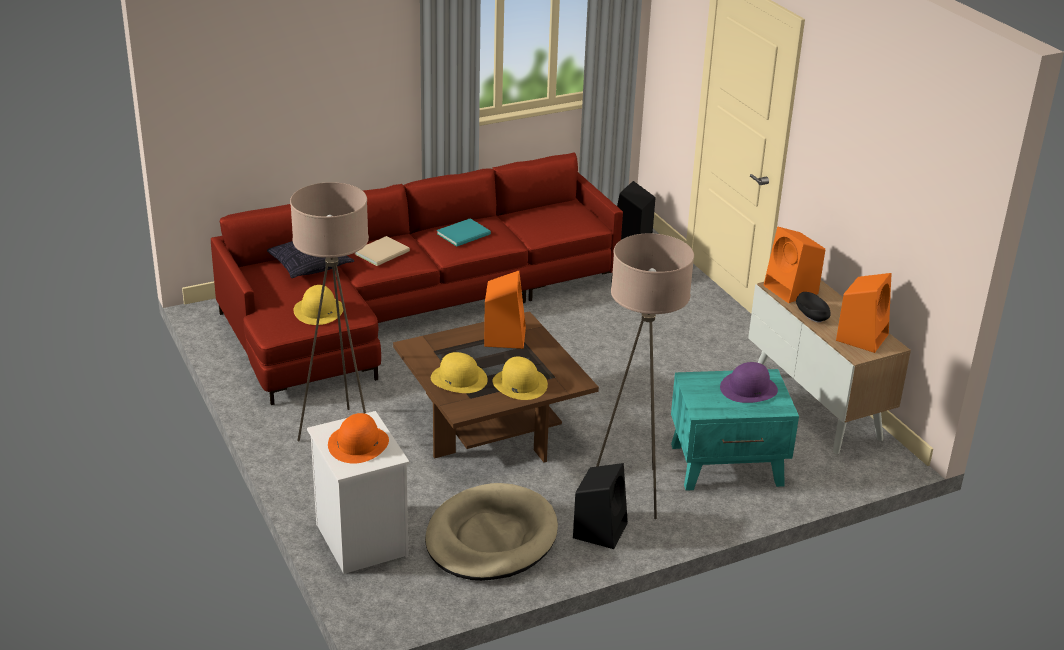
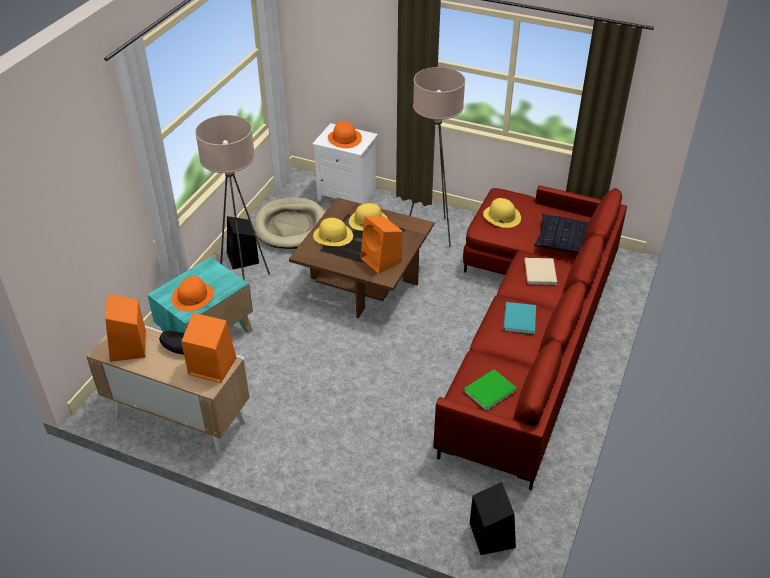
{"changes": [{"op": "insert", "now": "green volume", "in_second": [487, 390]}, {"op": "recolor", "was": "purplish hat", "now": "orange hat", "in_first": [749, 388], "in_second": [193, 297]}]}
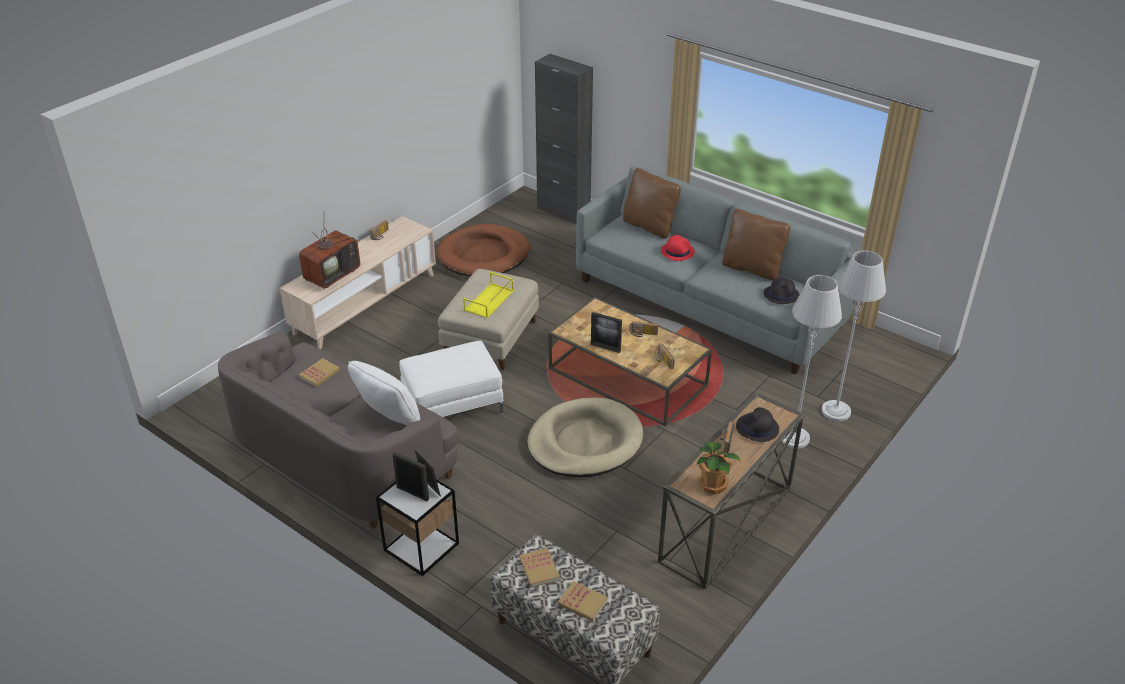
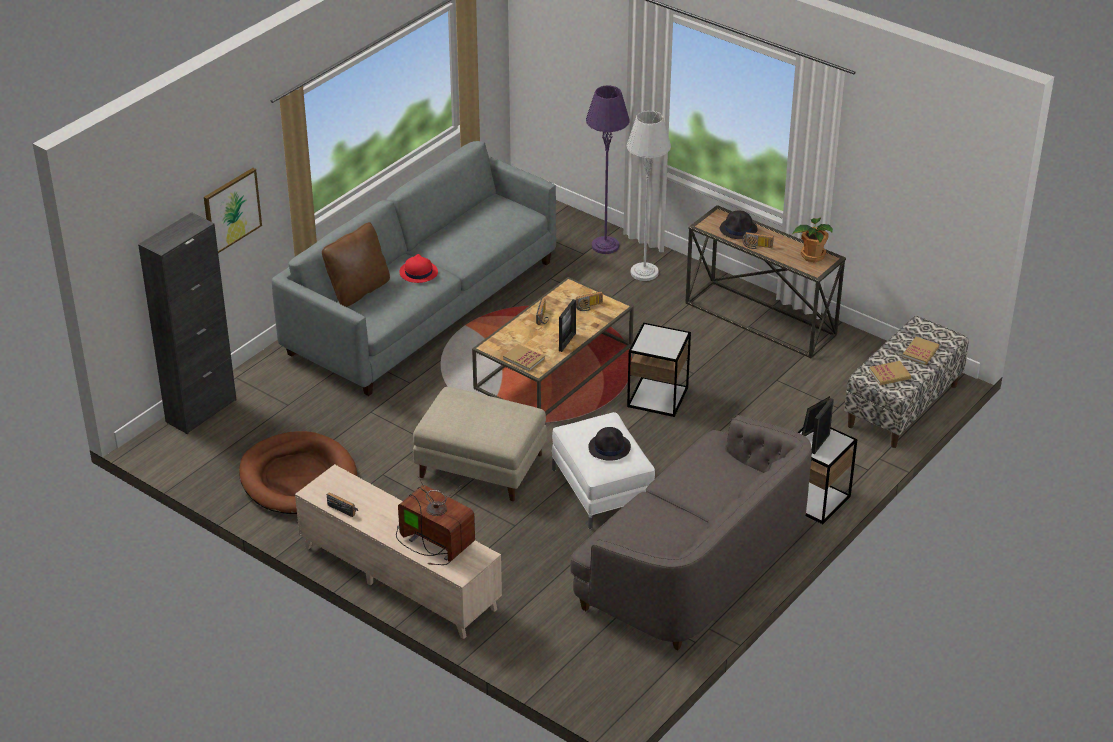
{"changes": [{"op": "delete", "was": "whitish pillow", "in_first": [388, 419]}, {"op": "delete", "was": "yellow-coloured tray", "in_first": [489, 301]}, {"op": "delete", "was": "brown pillow", "in_first": [752, 268]}, {"op": "insert", "now": "picture", "in_second": [231, 210]}, {"op": "move", "was": "volume", "in_first": [319, 374], "in_second": [524, 359]}, {"op": "move", "was": "black-coloured hat", "in_first": [781, 295], "in_second": [609, 447]}, {"op": "replace", "was": "beige pet bed", "now": "side table", "in_first": [585, 442], "in_second": [657, 397]}, {"op": "recolor", "was": "gray standard lamp", "now": "purplish standard lamp", "in_first": [836, 411], "in_second": [605, 246]}]}
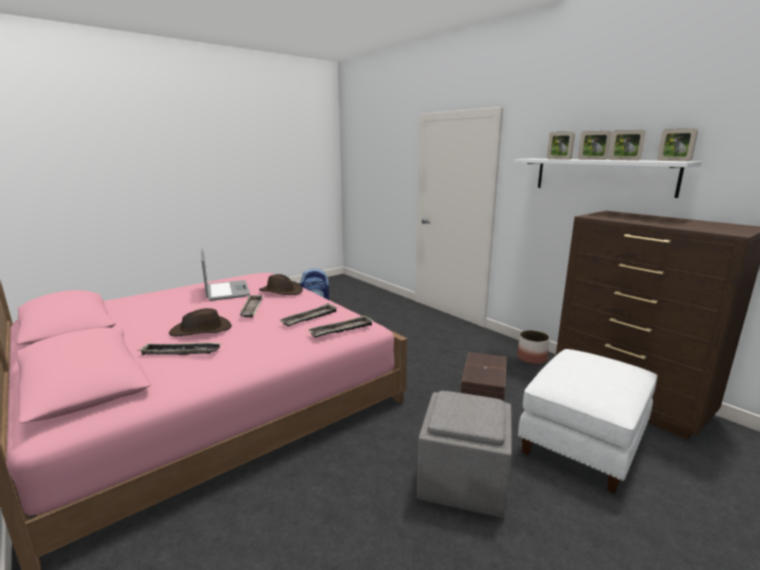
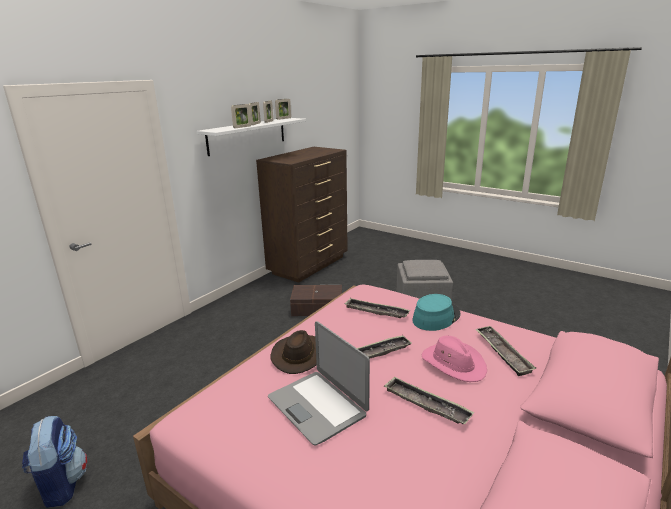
{"changes": [{"op": "delete", "was": "flower pot", "in_first": [532, 358]}, {"op": "delete", "was": "whitish footrest", "in_first": [584, 443]}, {"op": "insert", "now": "turquoise-coloured hat", "in_second": [436, 317]}, {"op": "move", "was": "tray", "in_first": [341, 330], "in_second": [426, 404]}, {"op": "recolor", "was": "brown hat", "now": "pinkish hat", "in_first": [201, 330], "in_second": [453, 363]}, {"op": "rotate", "was": "notebook computer", "in_first": [226, 291], "in_second": [318, 406], "clockwise": -90}]}
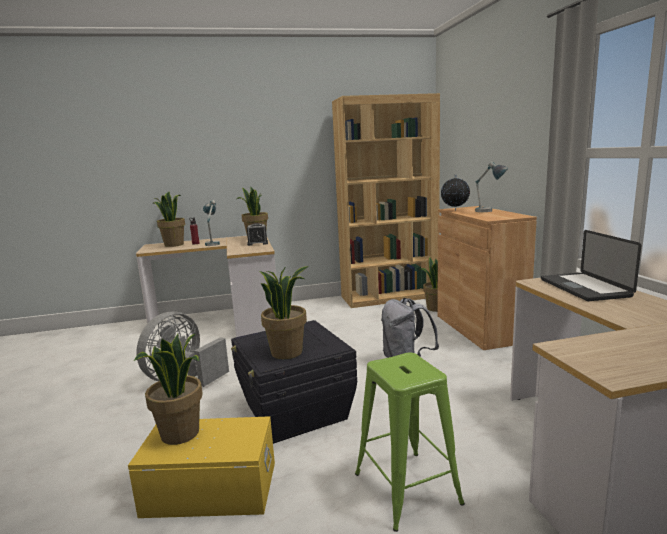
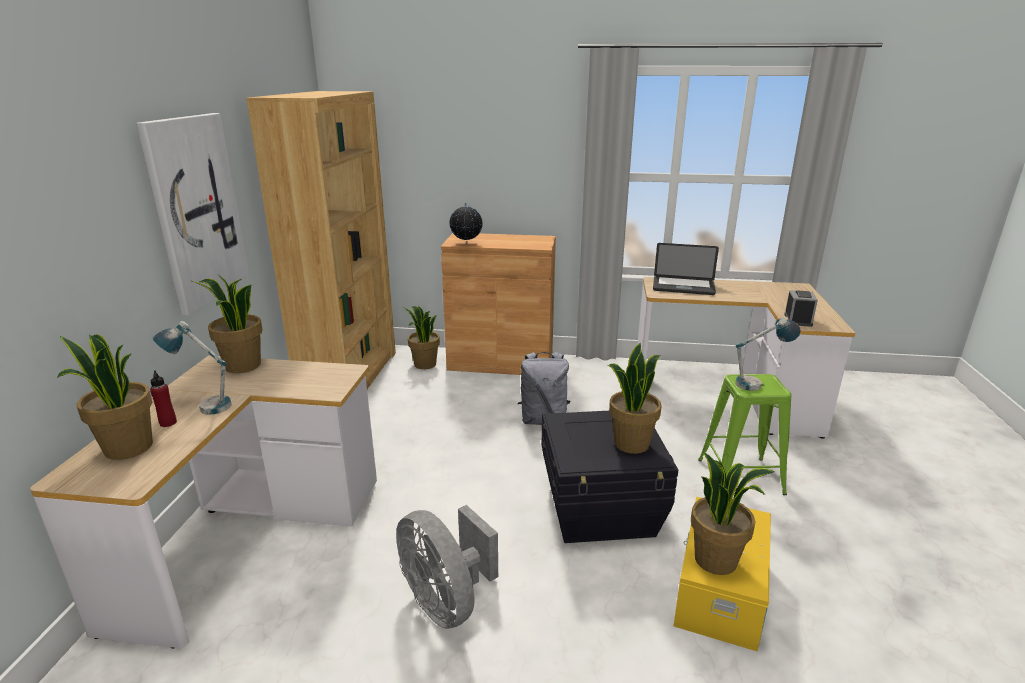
{"changes": [{"op": "insert", "now": "picture", "in_second": [196, 211]}, {"op": "move", "was": "alarm clock", "in_first": [257, 243], "in_second": [798, 320]}, {"op": "move", "was": "table lamp", "in_first": [489, 211], "in_second": [758, 384]}]}
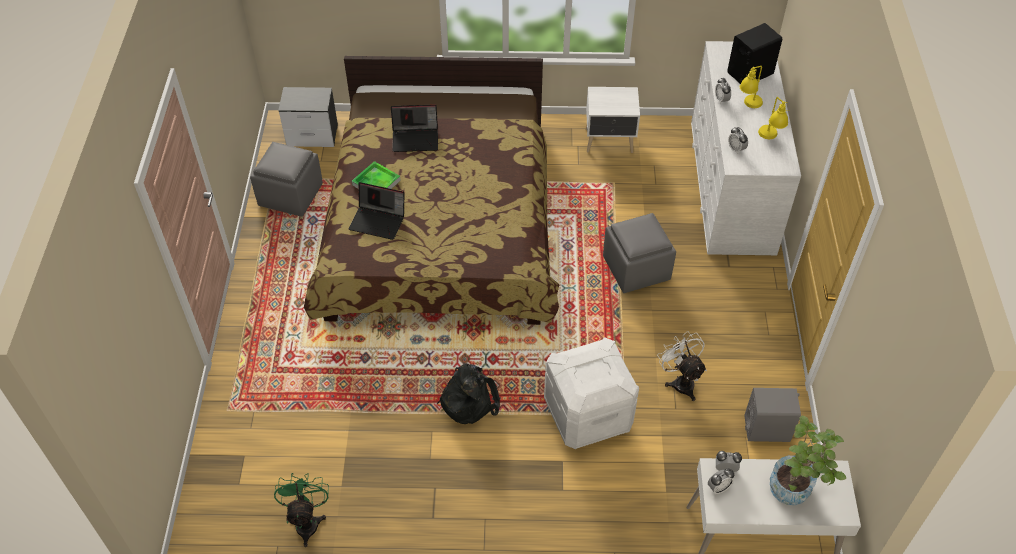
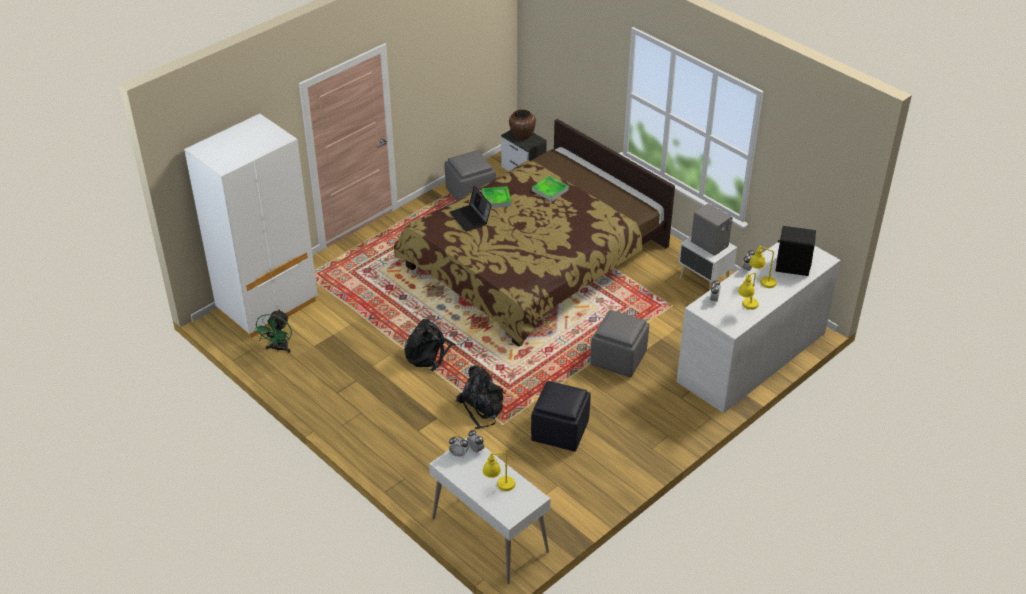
{"changes": [{"op": "insert", "now": "whitish armoire", "in_second": [267, 306]}, {"op": "insert", "now": "brown decorative vase", "in_second": [522, 135]}, {"op": "move", "was": "gray audio speaker", "in_first": [767, 428], "in_second": [709, 244]}, {"op": "replace", "was": "notebook computer", "now": "tray", "in_first": [416, 138], "in_second": [550, 190]}, {"op": "replace", "was": "whitish storage box", "now": "black-coloured rucksack", "in_first": [587, 414], "in_second": [482, 407]}, {"op": "replace", "was": "whitish electric fan", "now": "black-coloured footrest", "in_first": [680, 381], "in_second": [559, 431]}, {"op": "replace", "was": "potted plant", "now": "yellow-coloured table lamp", "in_first": [796, 490], "in_second": [499, 487]}, {"op": "rotate", "was": "green electric fan", "in_first": [307, 521], "in_second": [278, 349], "clockwise": 150}]}
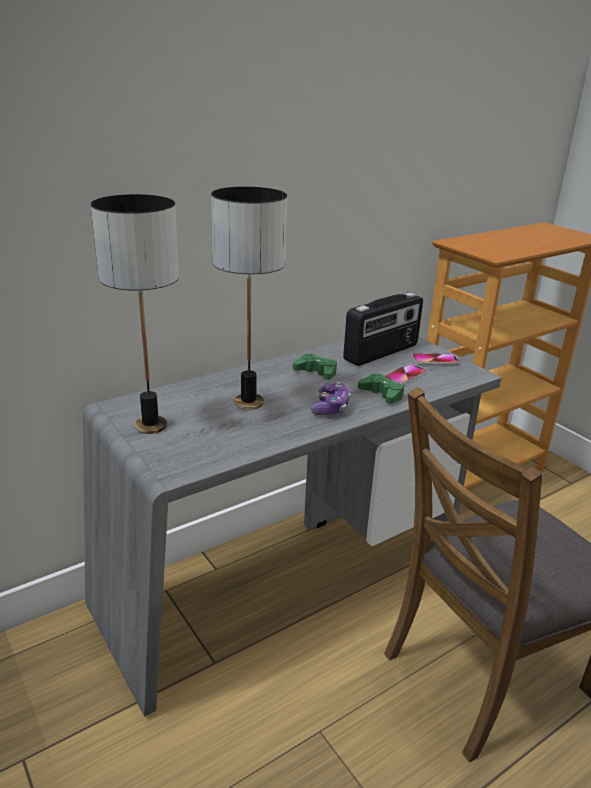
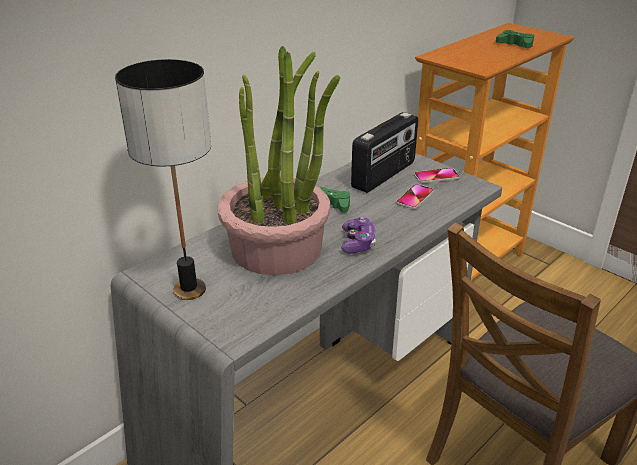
{"changes": [{"op": "move", "was": "green gamepad", "in_first": [382, 394], "in_second": [515, 44]}, {"op": "replace", "was": "table lamp", "now": "potted plant", "in_first": [249, 402], "in_second": [277, 248]}]}
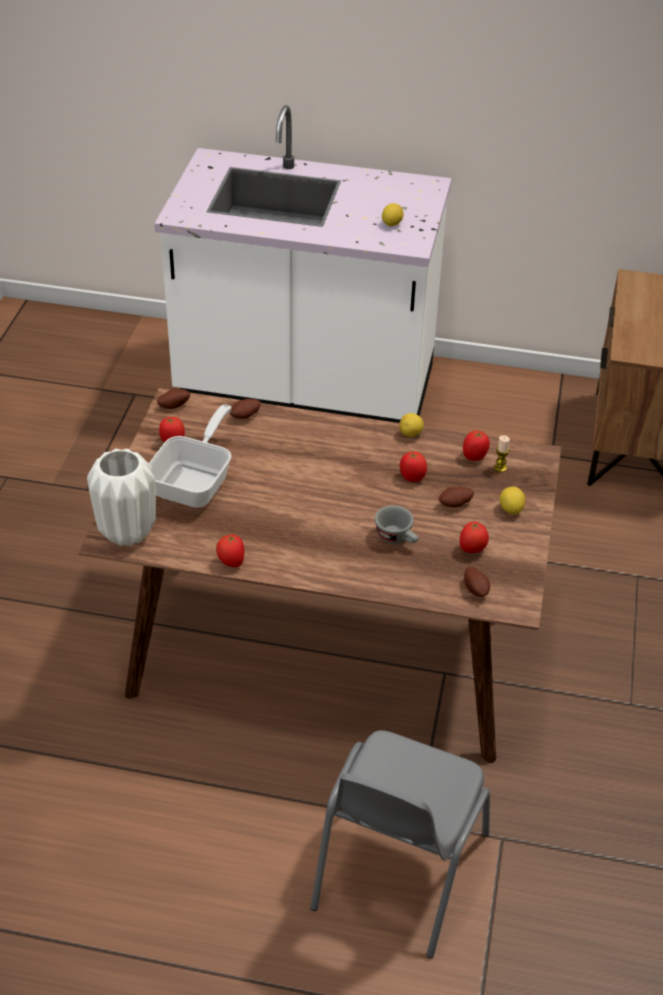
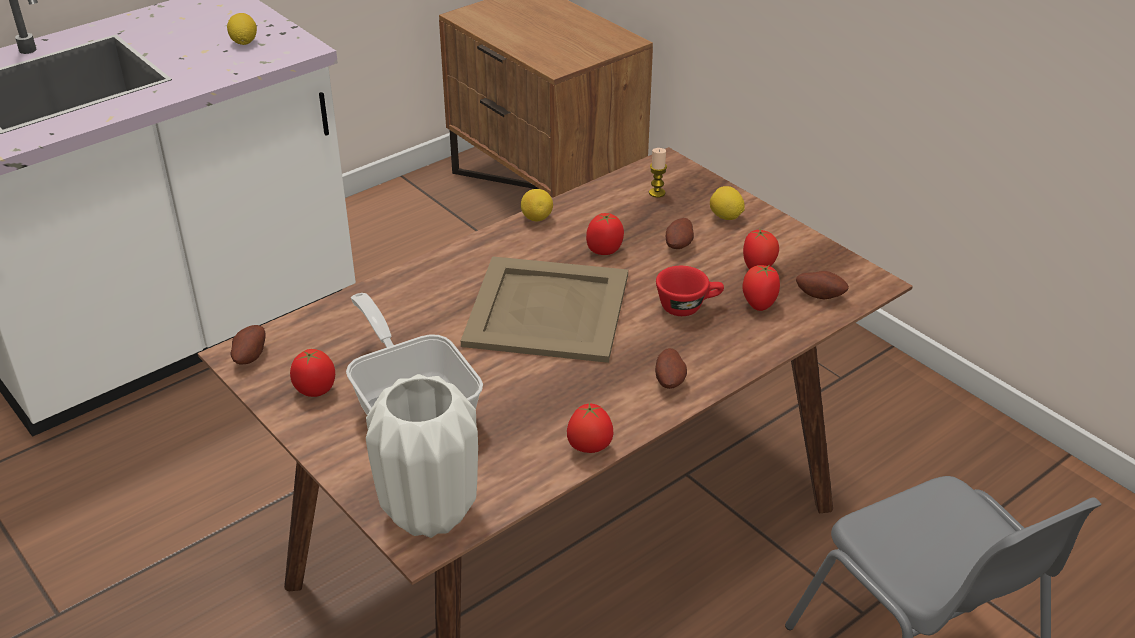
{"changes": [{"op": "insert", "now": "beige tray", "in_second": [548, 310]}, {"op": "move", "was": "whole potato", "in_first": [246, 416], "in_second": [670, 381]}, {"op": "move", "was": "whole tomato", "in_first": [475, 456], "in_second": [759, 304]}, {"op": "recolor", "was": "gray drinking cup", "now": "reddish drinking cup", "in_first": [397, 538], "in_second": [688, 306]}]}
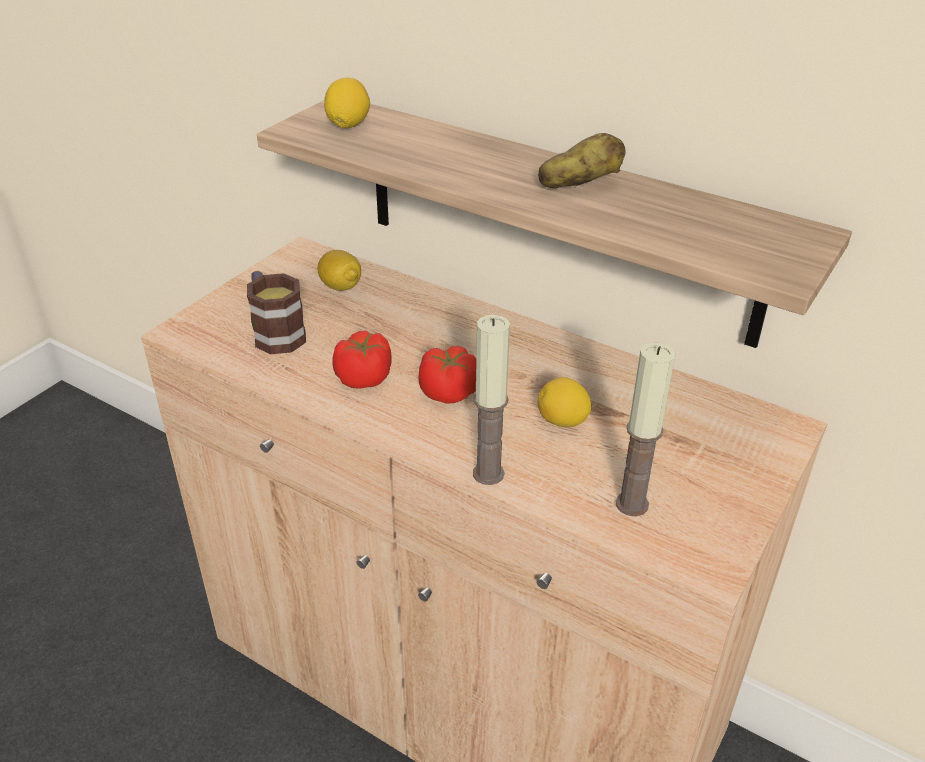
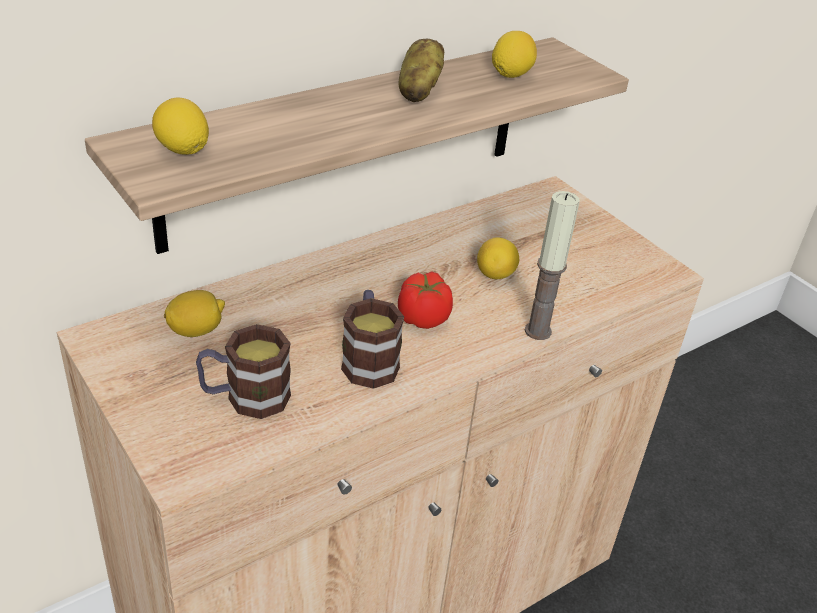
{"changes": [{"op": "delete", "was": "candle", "in_first": [632, 504]}, {"op": "insert", "now": "citrus fruit", "in_second": [511, 74]}, {"op": "replace", "was": "whole tomato", "now": "coffee mug", "in_first": [364, 378], "in_second": [369, 359]}]}
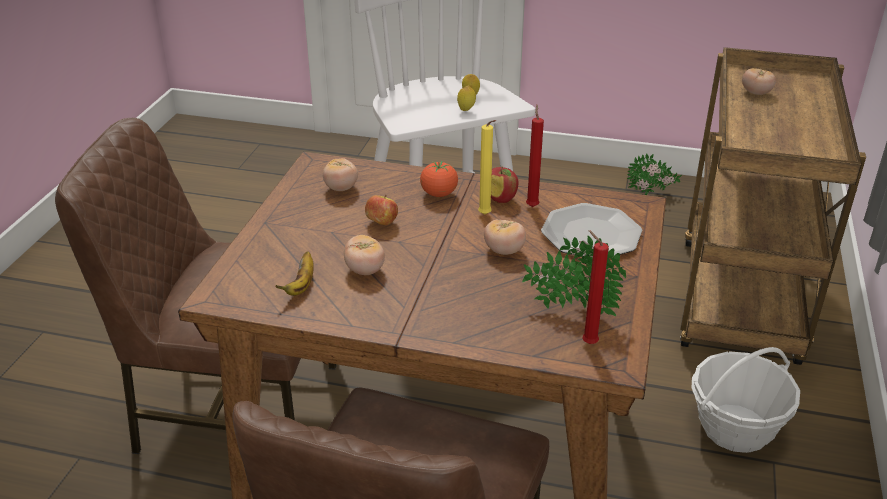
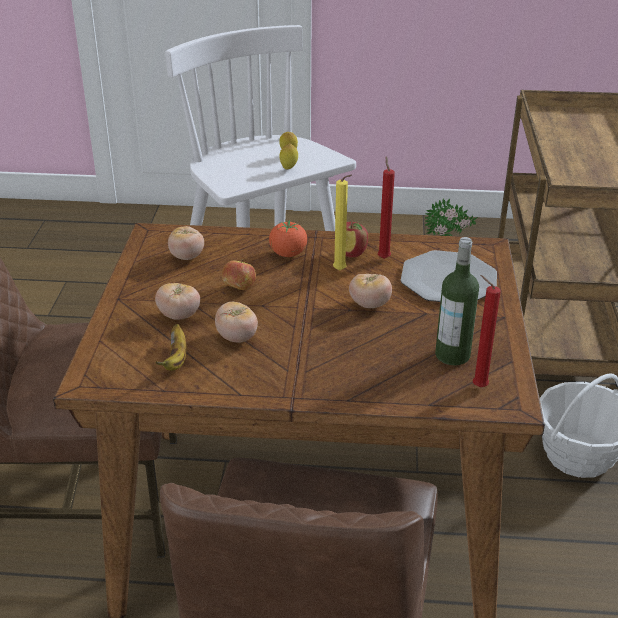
{"changes": [{"op": "move", "was": "whole tomato", "in_first": [756, 93], "in_second": [179, 315]}, {"op": "replace", "was": "potted plant", "now": "drink bottle", "in_first": [572, 309], "in_second": [452, 355]}]}
